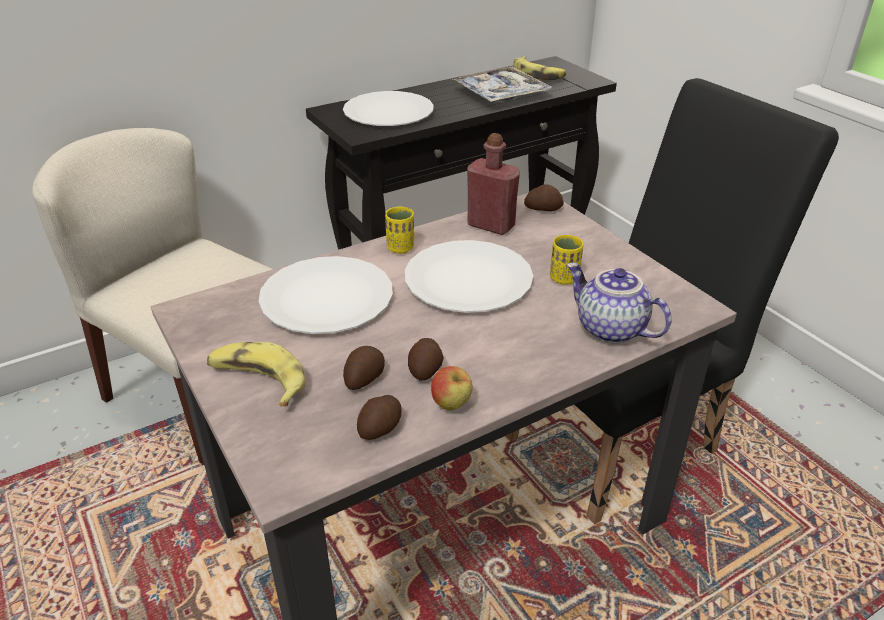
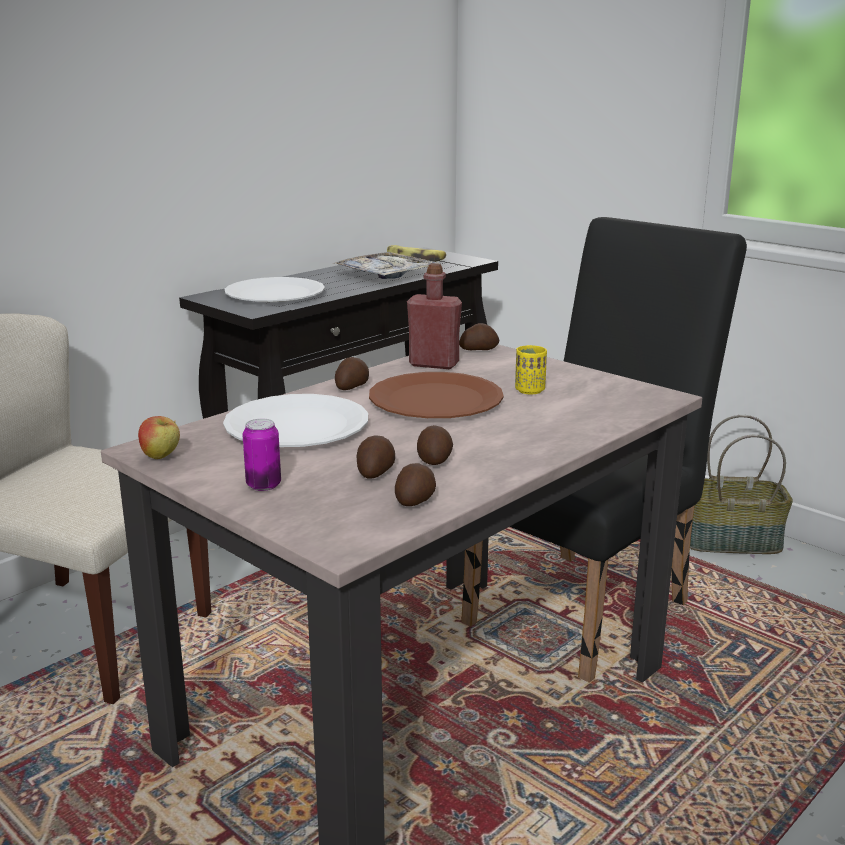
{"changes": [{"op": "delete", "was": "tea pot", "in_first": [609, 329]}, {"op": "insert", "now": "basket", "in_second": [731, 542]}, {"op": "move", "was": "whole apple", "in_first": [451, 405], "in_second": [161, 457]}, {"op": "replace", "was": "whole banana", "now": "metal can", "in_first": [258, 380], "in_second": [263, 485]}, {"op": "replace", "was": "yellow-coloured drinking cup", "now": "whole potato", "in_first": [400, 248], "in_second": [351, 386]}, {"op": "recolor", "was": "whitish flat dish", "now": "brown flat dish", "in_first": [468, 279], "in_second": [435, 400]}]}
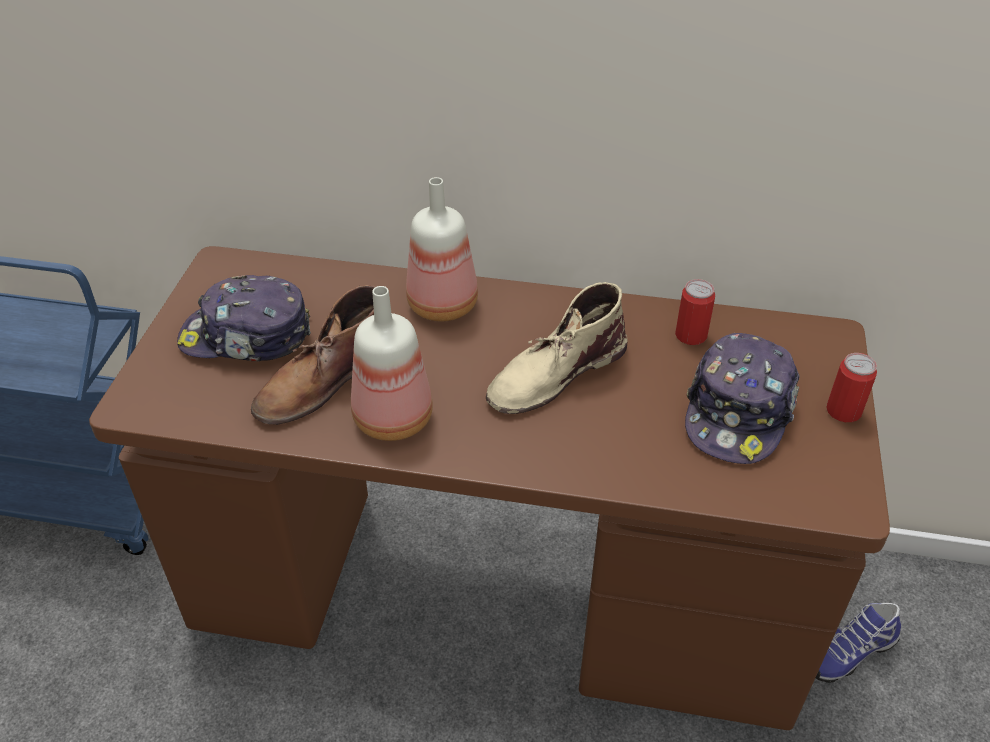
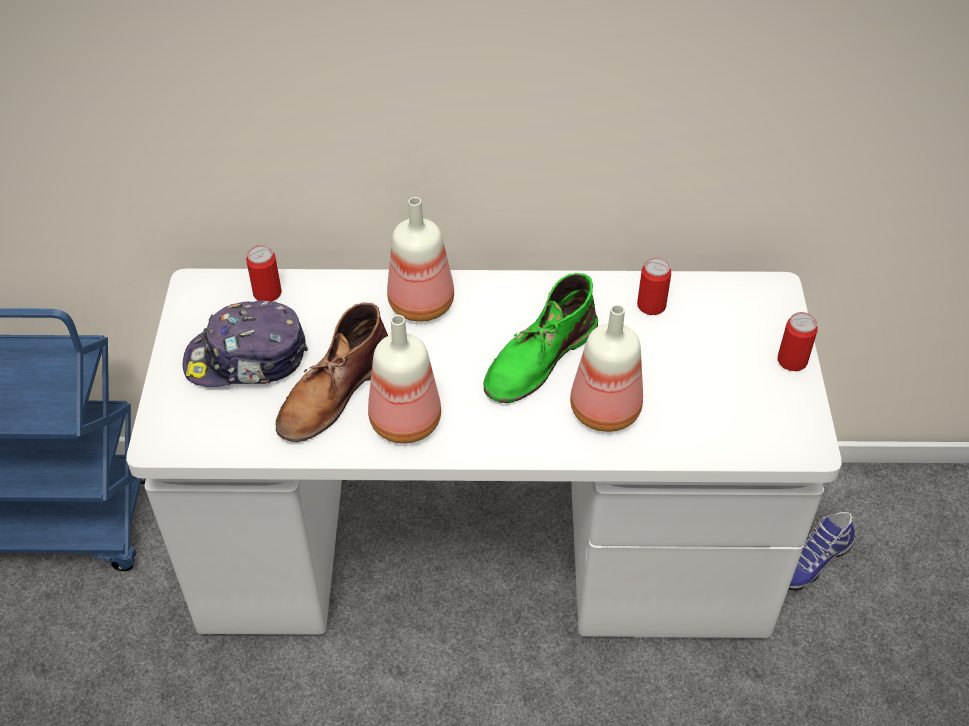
{"changes": [{"op": "delete", "was": "cap", "in_first": [738, 412]}, {"op": "insert", "now": "metal can", "in_second": [267, 293]}, {"op": "insert", "now": "drink bottle", "in_second": [602, 409]}, {"op": "recolor", "was": "brown desk table", "now": "whitish desk table", "in_first": [495, 594], "in_second": [484, 556]}, {"op": "recolor", "was": "beige boot", "now": "green boot", "in_first": [555, 373], "in_second": [539, 358]}]}
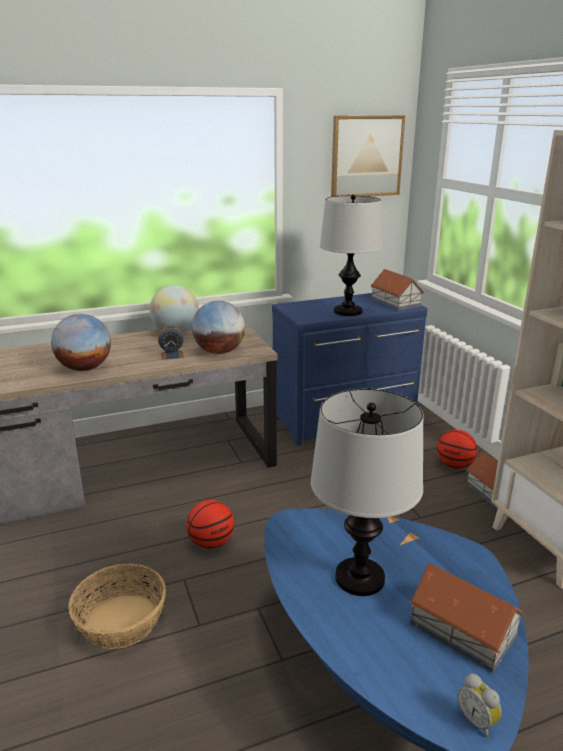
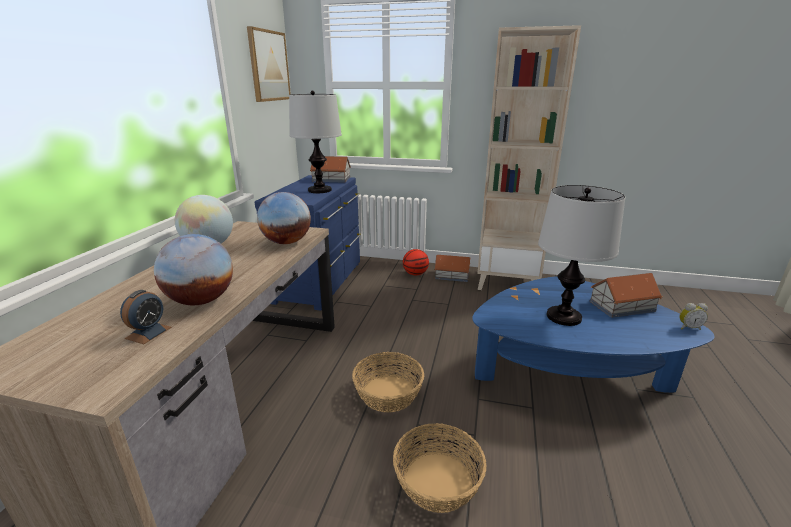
{"changes": [{"op": "move", "was": "alarm clock", "in_first": [172, 355], "in_second": [148, 333]}, {"op": "replace", "was": "ball for basketball", "now": "basket", "in_first": [211, 542], "in_second": [387, 393]}]}
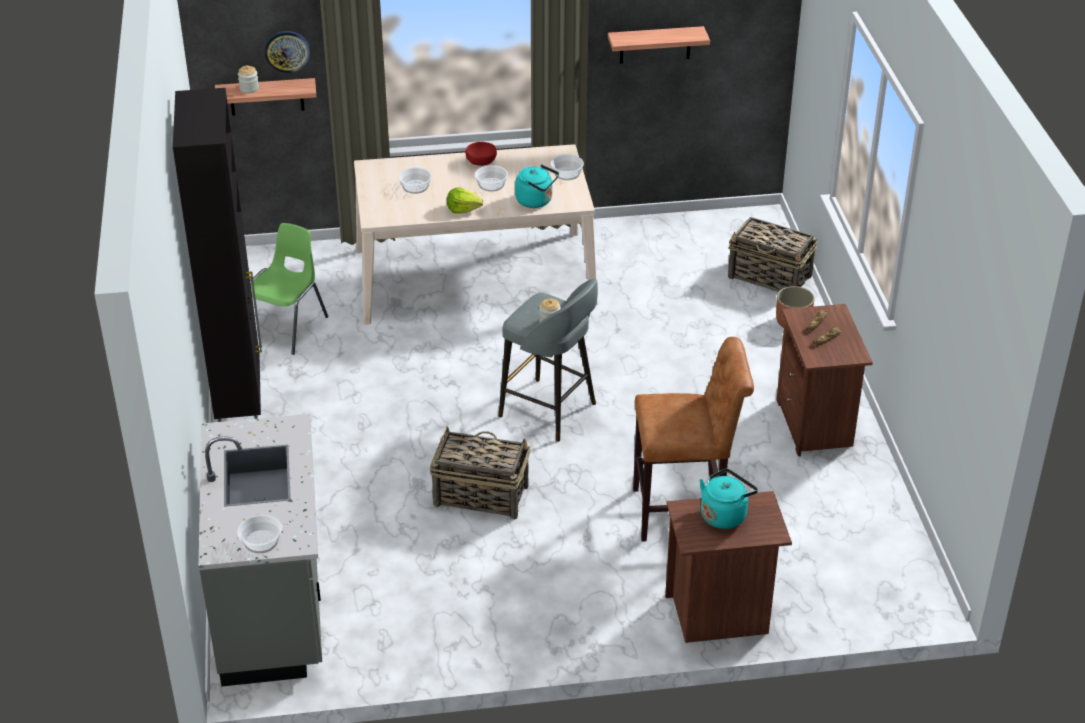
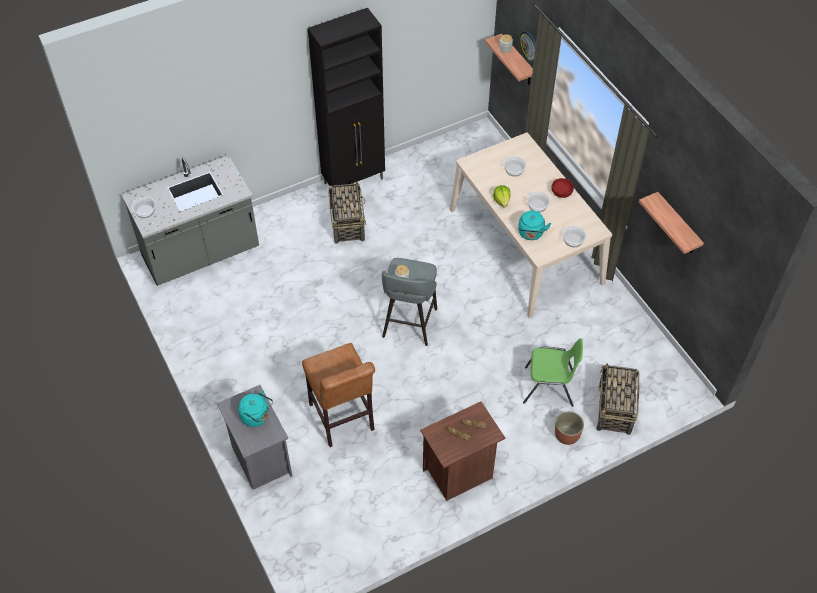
{"changes": [{"op": "move", "was": "green chair", "in_first": [287, 327], "in_second": [549, 387]}, {"op": "move", "was": "basket", "in_first": [480, 495], "in_second": [347, 223]}, {"op": "recolor", "was": "brown nightstand", "now": "gray nightstand", "in_first": [719, 615], "in_second": [260, 460]}]}
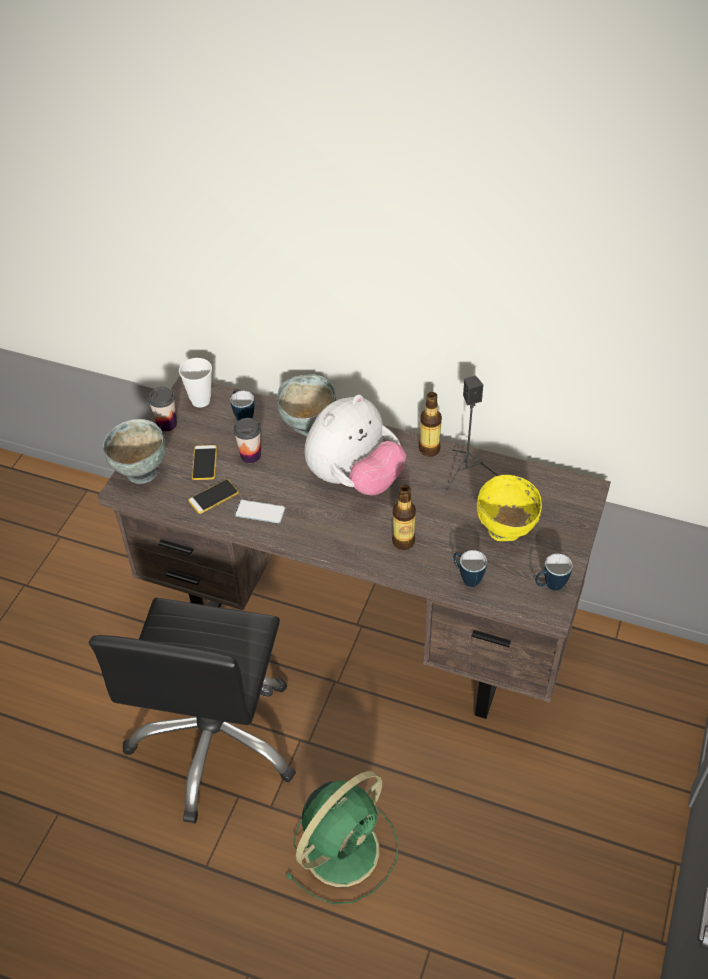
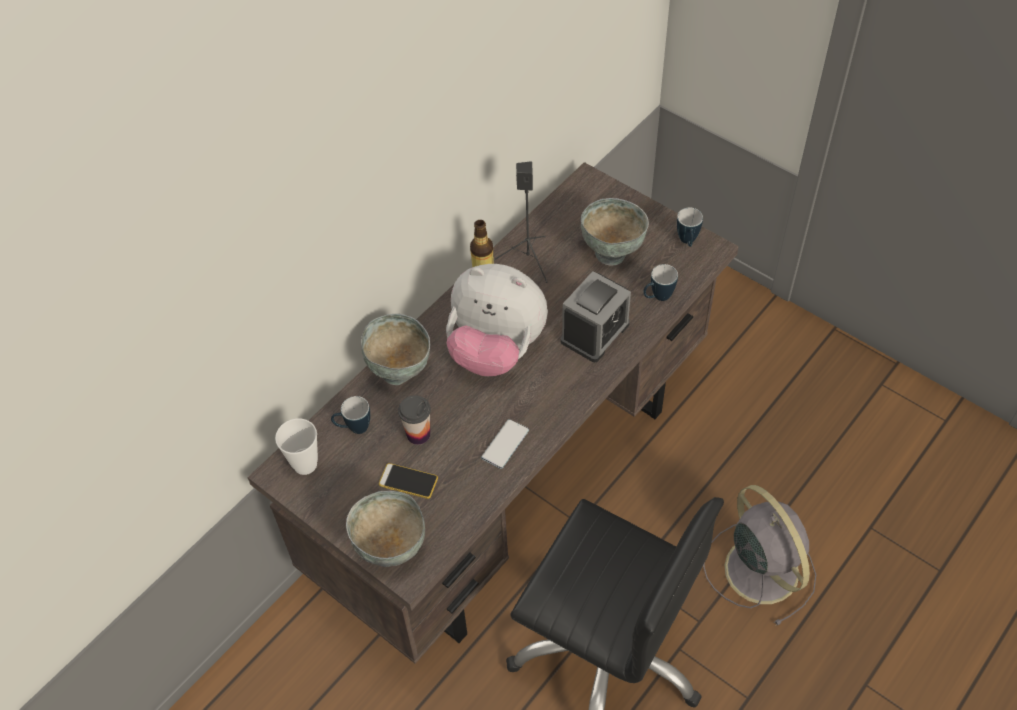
{"changes": [{"op": "delete", "was": "drinking cup", "in_first": [167, 424]}, {"op": "delete", "was": "phone", "in_first": [213, 497]}, {"op": "replace", "was": "drink bottle", "now": "alarm clock", "in_first": [403, 541], "in_second": [595, 332]}, {"op": "recolor", "was": "green electric fan", "now": "gray electric fan", "in_first": [344, 847], "in_second": [759, 567]}, {"op": "recolor", "was": "yellow-coloured bowl", "now": "gray bowl", "in_first": [506, 530], "in_second": [612, 252]}, {"op": "rotate", "was": "plush toy", "in_first": [355, 479], "in_second": [496, 349], "clockwise": 135}]}
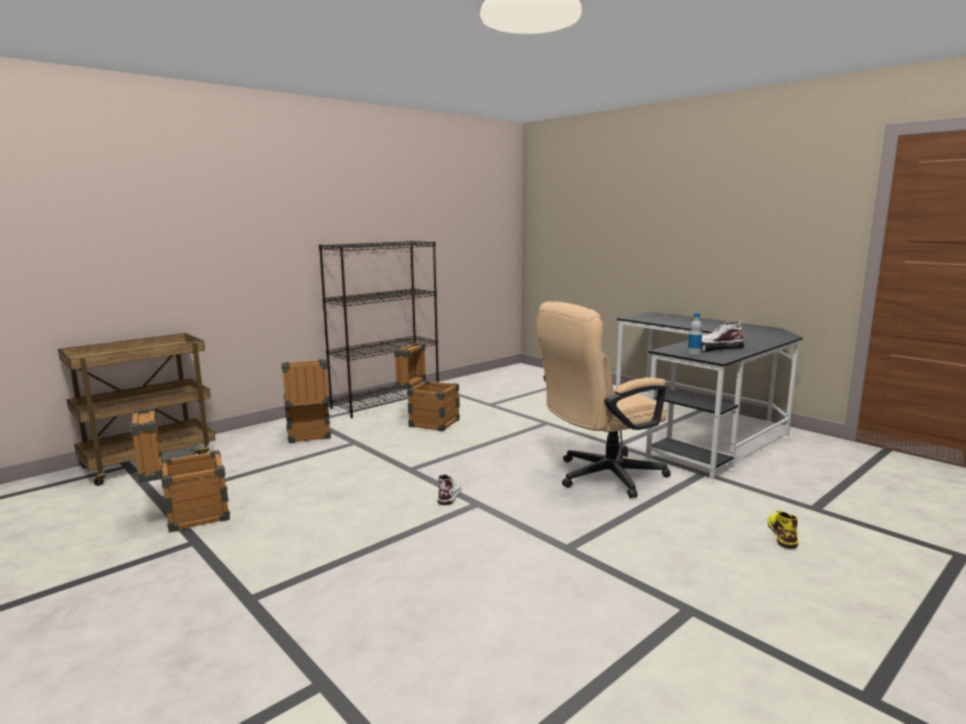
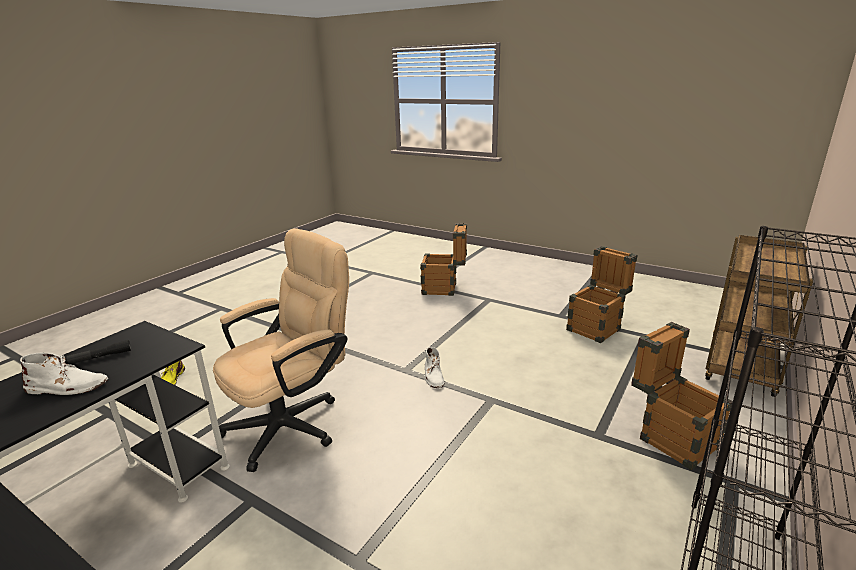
{"changes": [{"op": "delete", "was": "drink bottle", "in_first": [694, 353]}, {"op": "move", "was": "packing crate", "in_first": [428, 422], "in_second": [444, 289]}]}
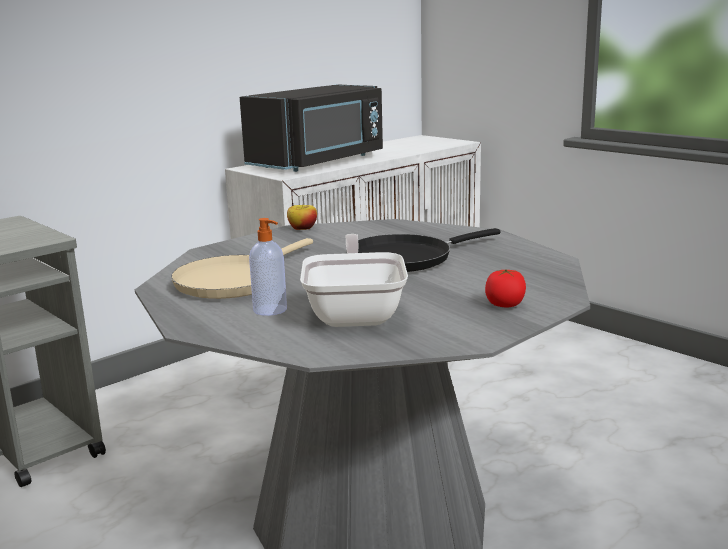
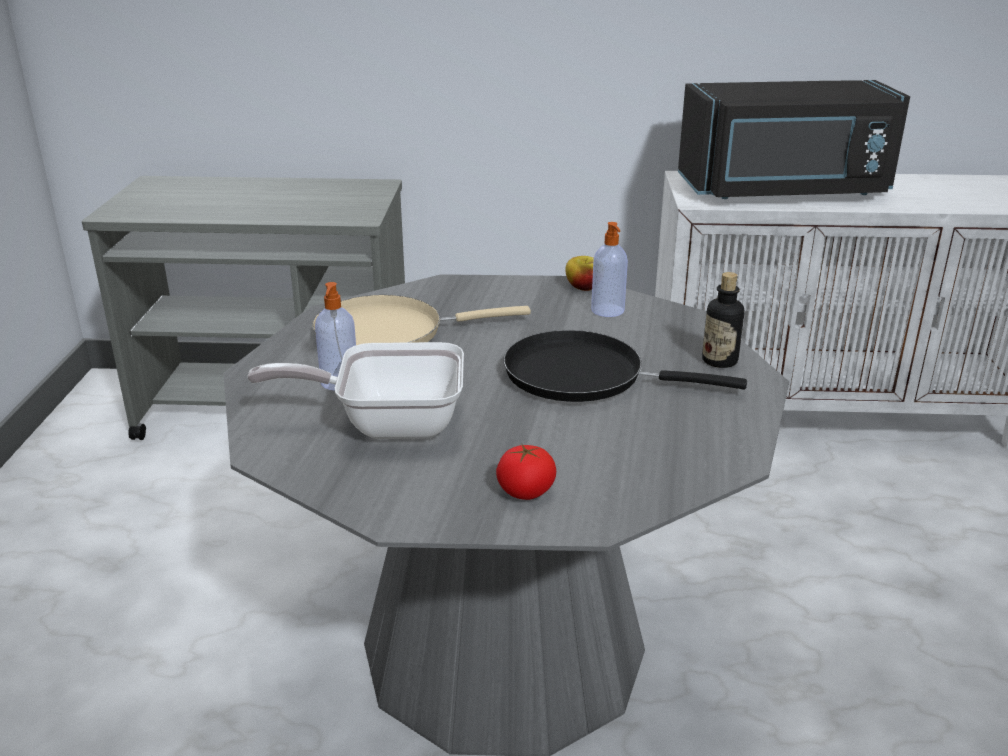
{"changes": [{"op": "insert", "now": "soap dispenser", "in_second": [608, 311]}, {"op": "insert", "now": "drink bottle", "in_second": [719, 361]}, {"op": "rotate", "was": "skillet", "in_first": [356, 313], "in_second": [387, 423], "clockwise": -135}]}
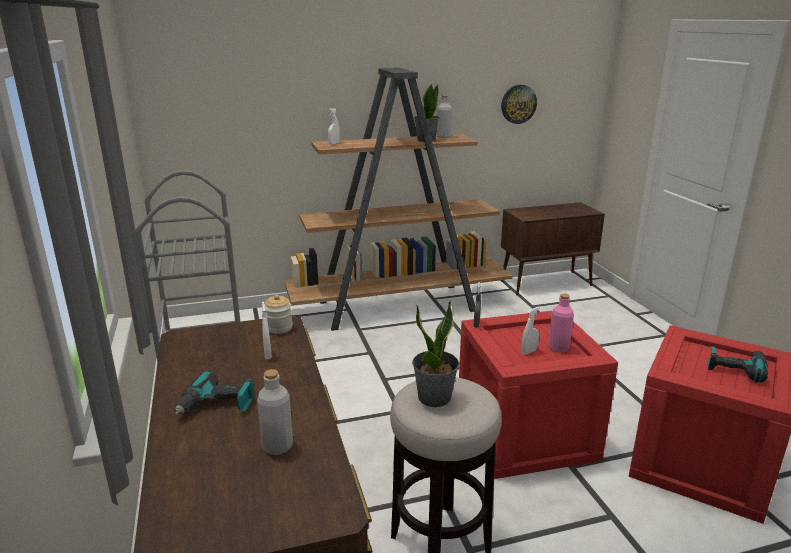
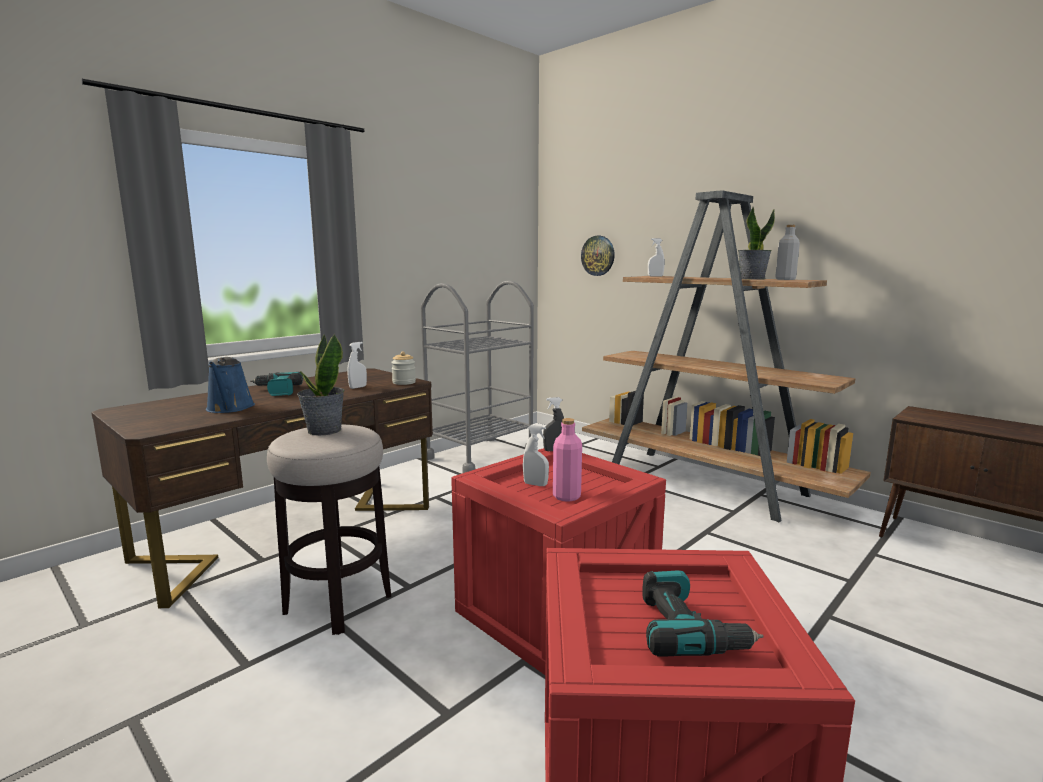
{"changes": [{"op": "move", "was": "clock on the wall", "in_first": [518, 104], "in_second": [598, 255]}, {"op": "replace", "was": "gray drink bottle", "now": "bluish watering can", "in_first": [277, 446], "in_second": [230, 408]}]}
